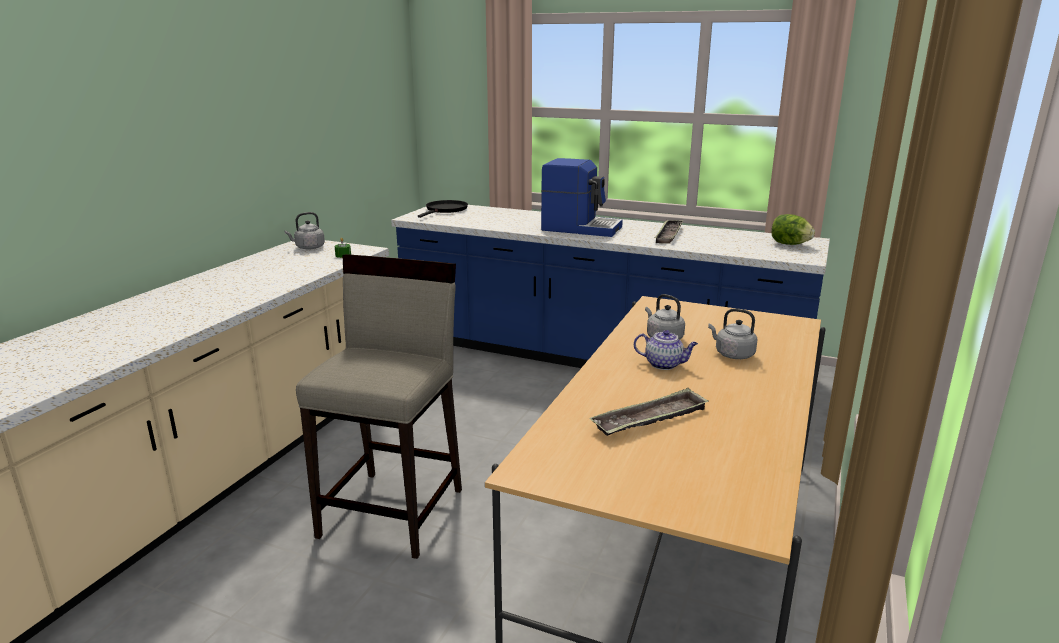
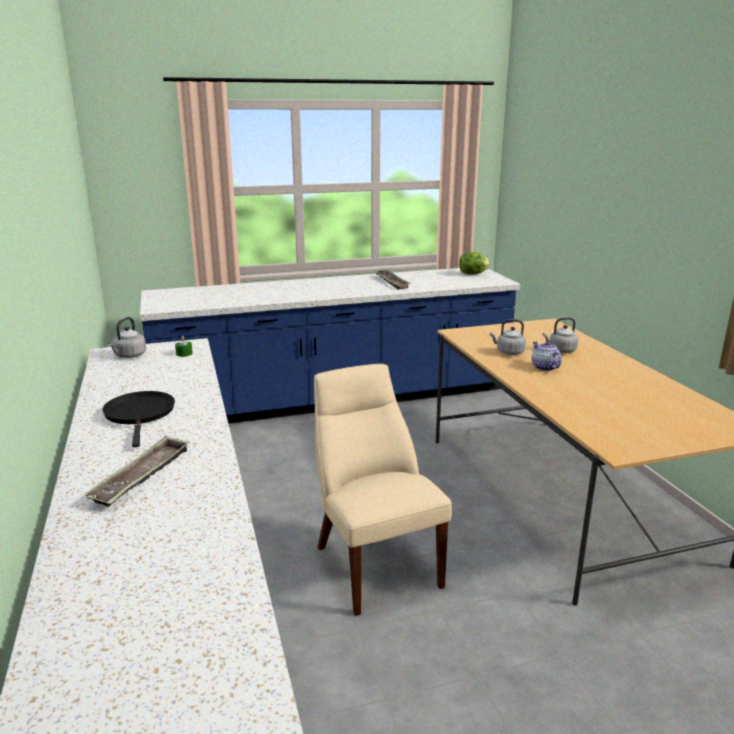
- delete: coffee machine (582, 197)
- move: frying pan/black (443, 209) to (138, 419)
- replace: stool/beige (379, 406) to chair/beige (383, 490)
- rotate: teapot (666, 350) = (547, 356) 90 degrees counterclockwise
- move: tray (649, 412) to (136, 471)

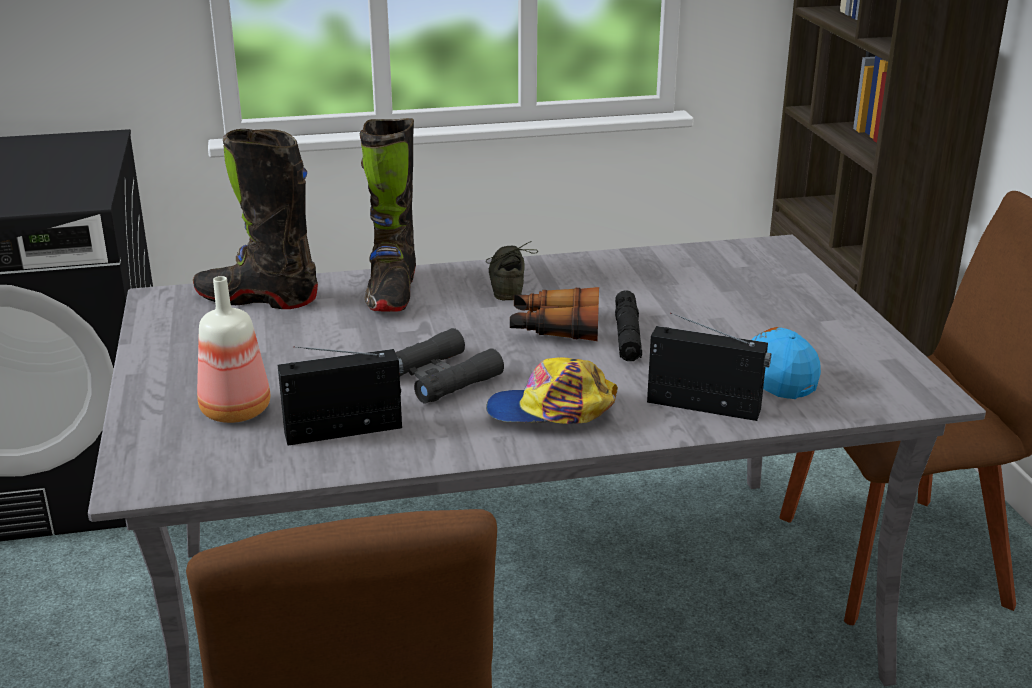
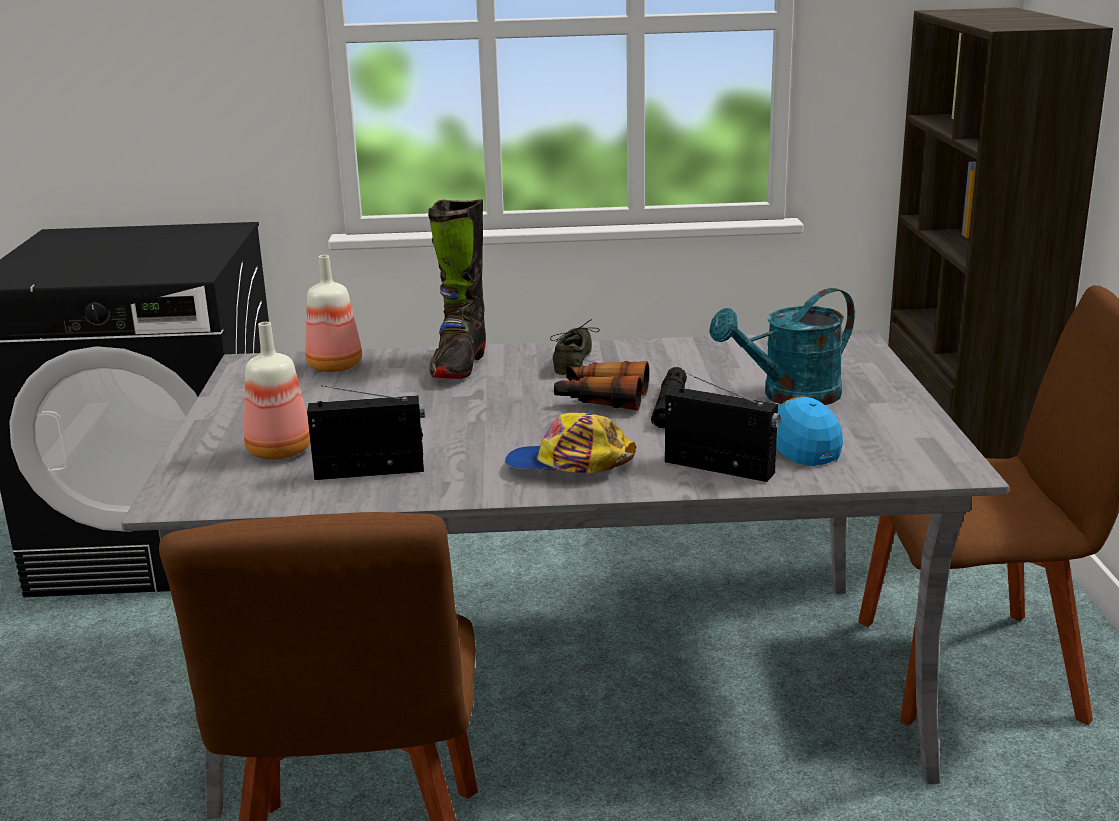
- replace: boot/black (255, 219) to bottle (333, 313)
- delete: binoculars/black (449, 366)
- insert: watering can/turquoise (782, 346)

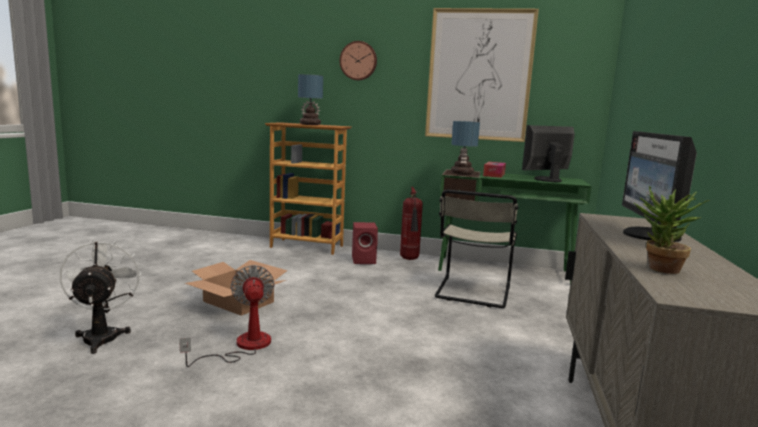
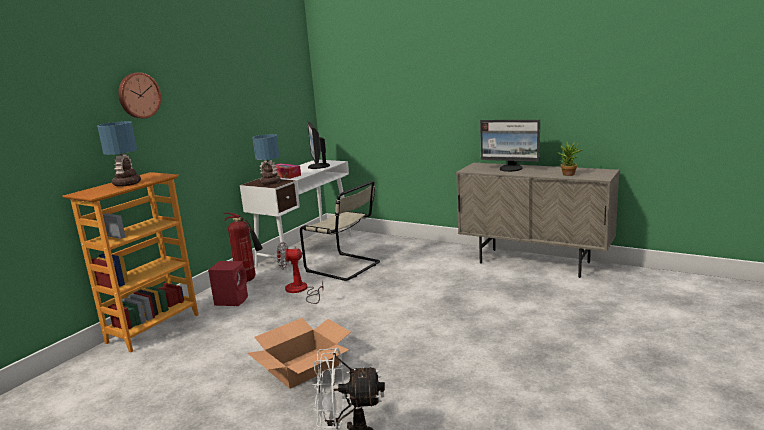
- delete: picture (482, 75)
- recolor: desk/green (514, 226) to desk/white (296, 216)
- move: fan (226, 316) to (300, 273)

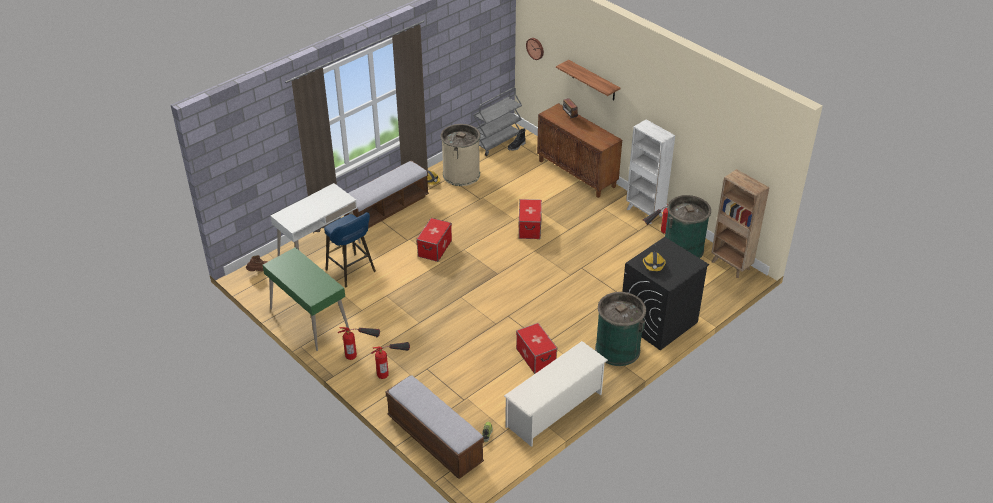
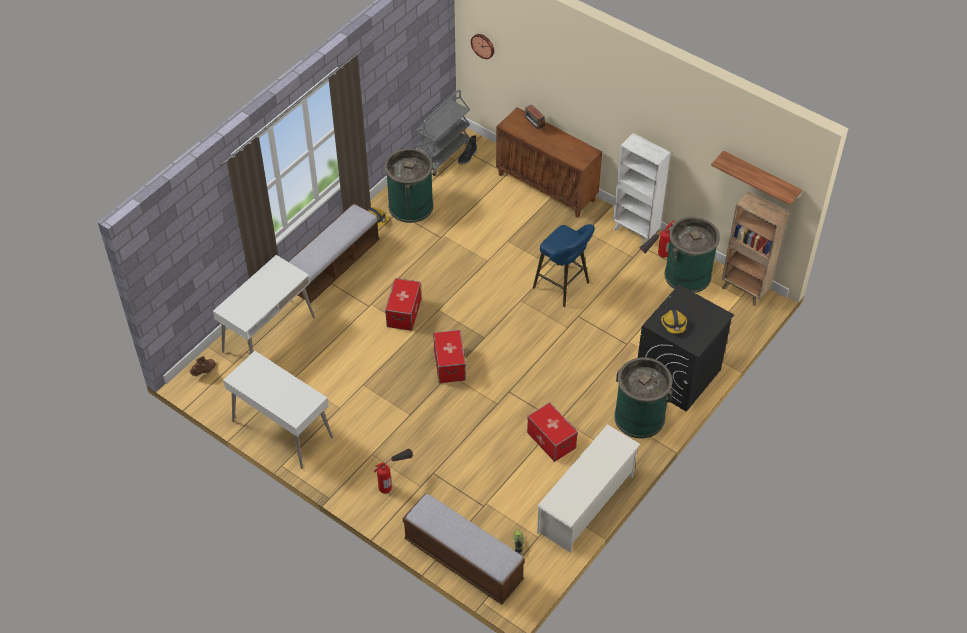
- move: shelf (588, 80) to (756, 178)
- recolor: trash can/beige (460, 155) to trash can/green (408, 185)
- move: storage box (530, 219) to (449, 356)
- move: stool/blue (350, 250) to (564, 265)
- recolor: desk/green (306, 299) to desk/white (278, 410)
- delete: fire extinguisher (359, 343)

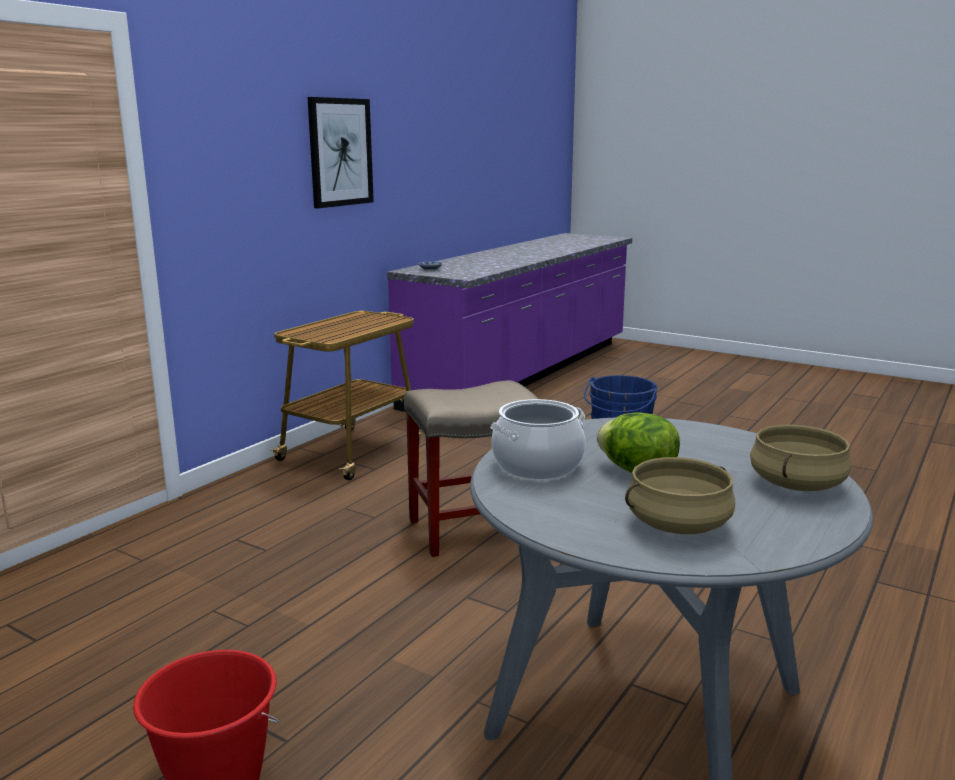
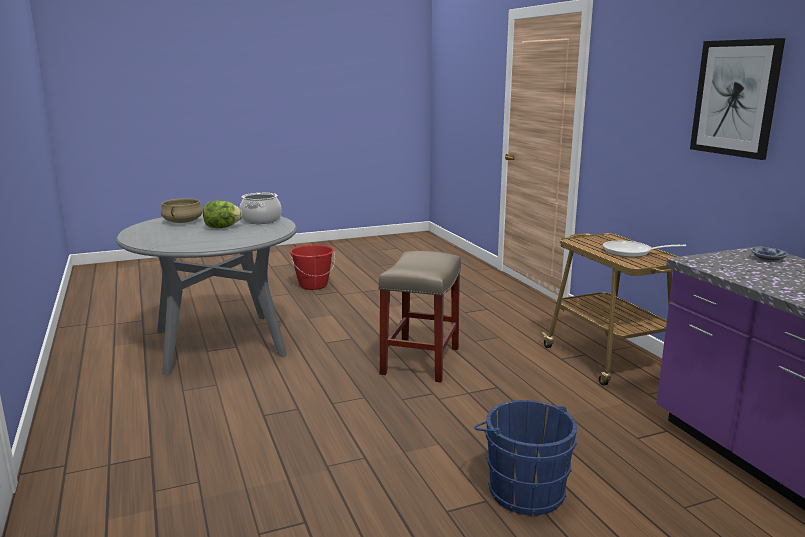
- delete: cooking pot/beige (801, 457)
- insert: frying pan (644, 249)

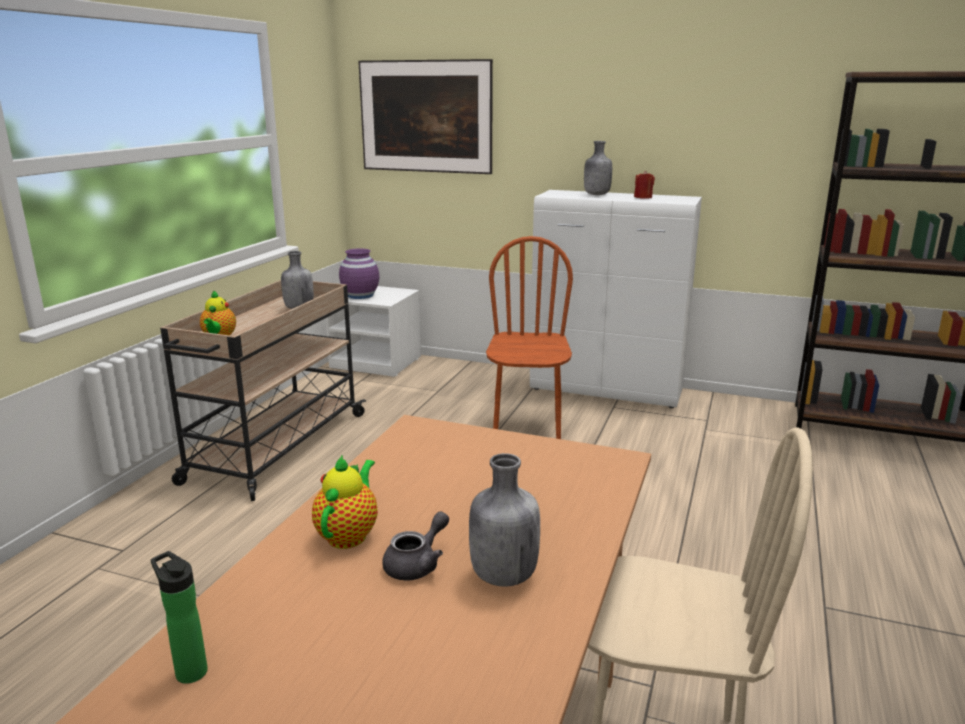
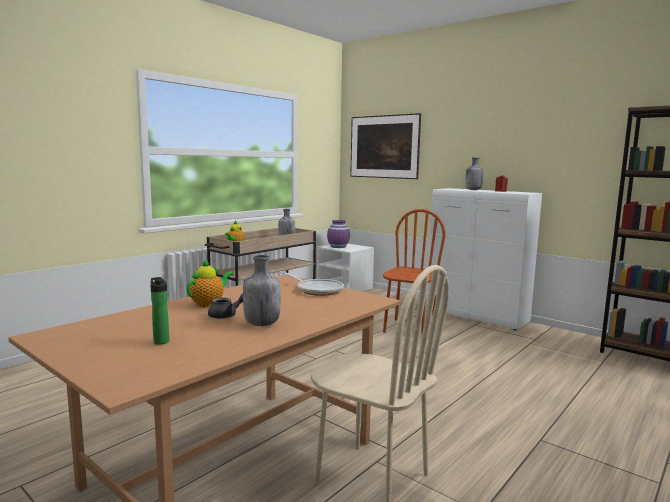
- move: bottle (179, 617) to (159, 311)
- insert: frying pan (312, 283)

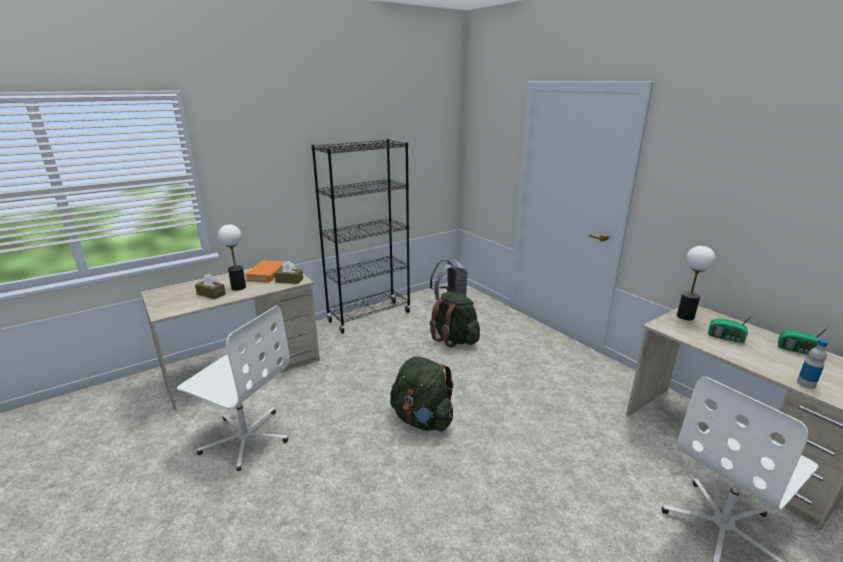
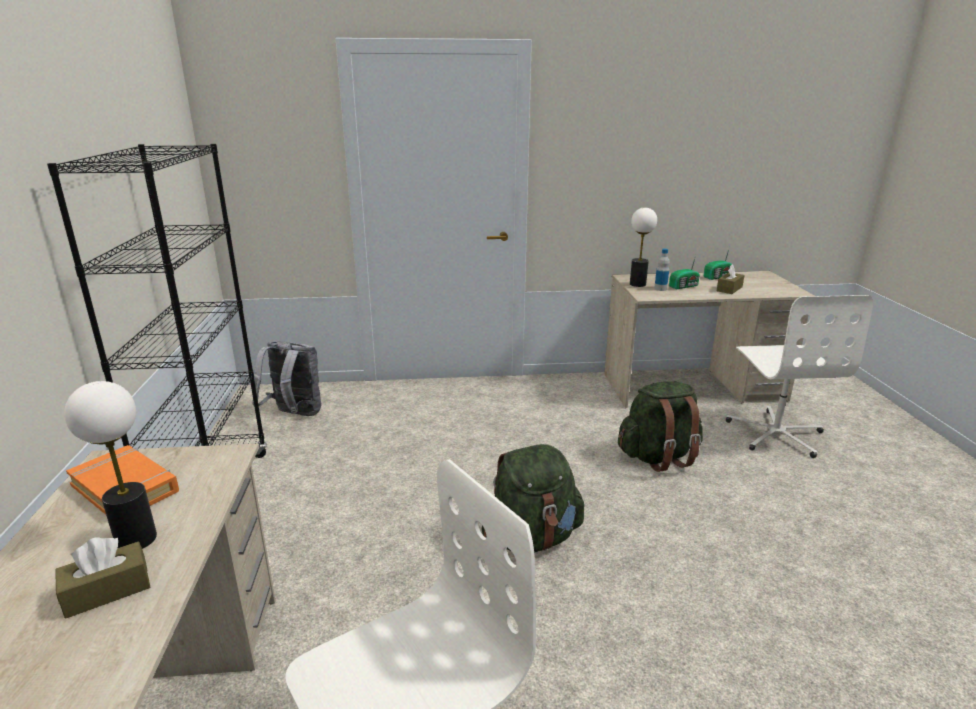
- move: tissue box/brown (288, 272) to (731, 279)
- move: backpack/green (454, 320) to (660, 426)
- move: bottle (812, 364) to (662, 270)

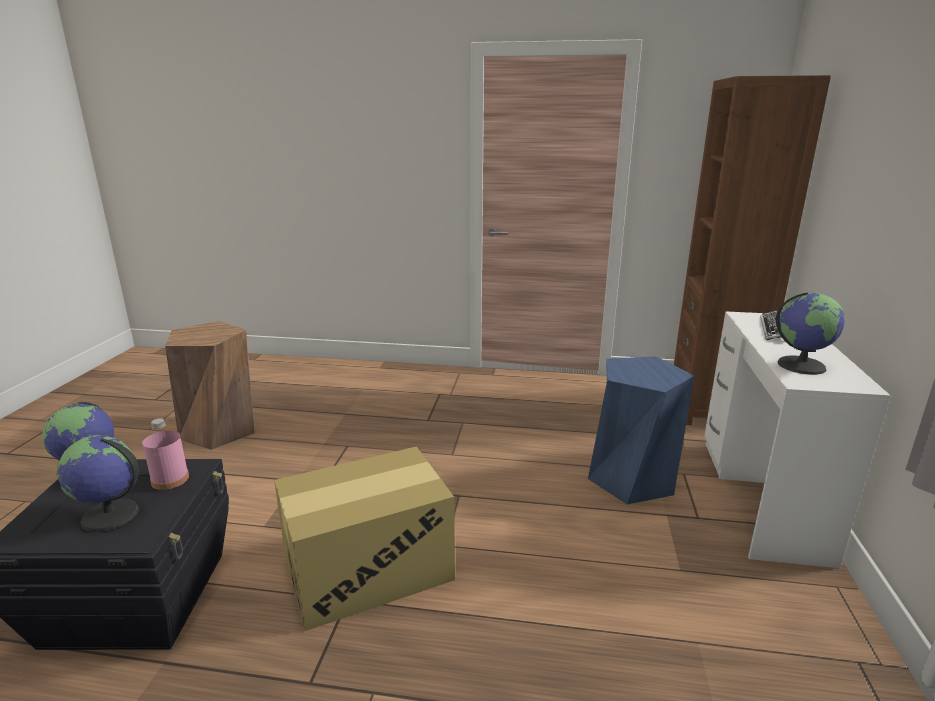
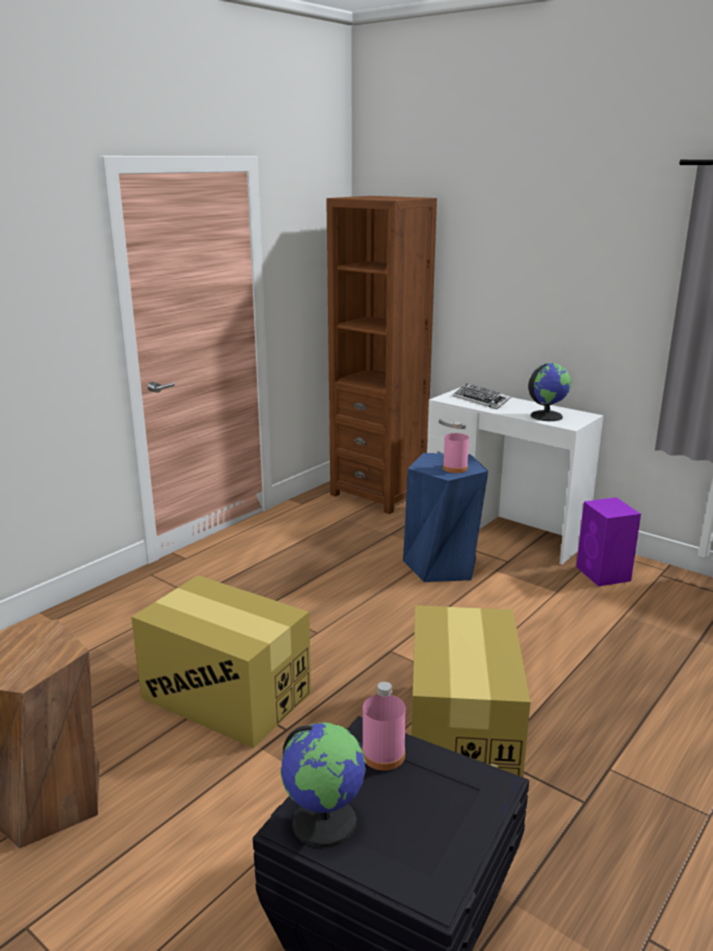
- delete: globe (98, 483)
- insert: bottle/pink (456, 447)
- insert: speaker/purple (608, 541)
- insert: cardboard box (221, 661)

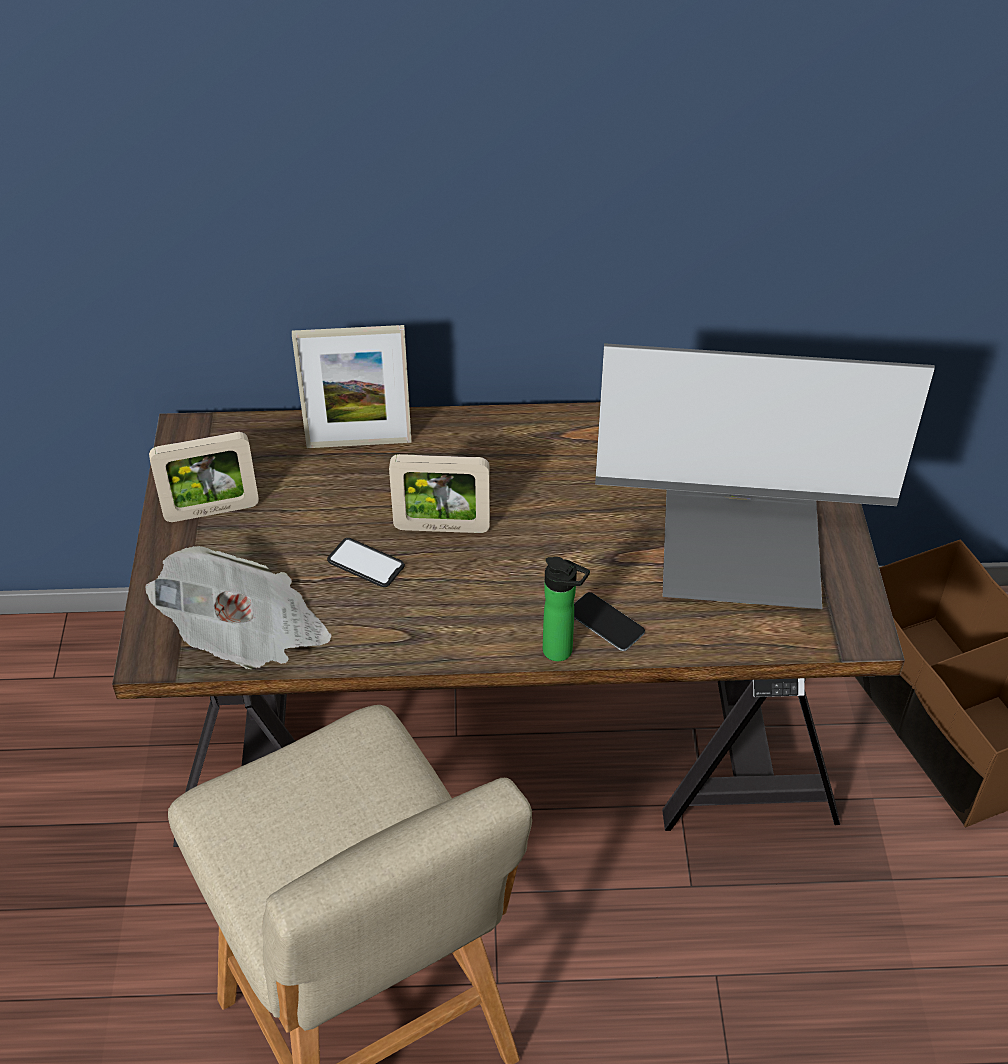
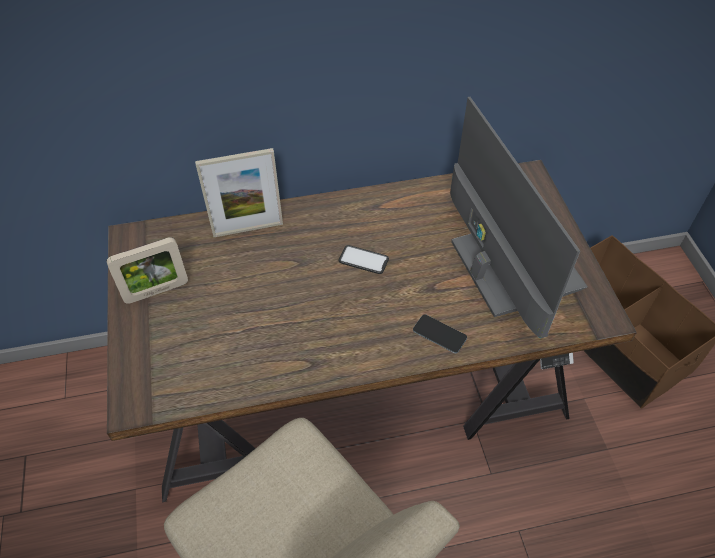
- rotate: monitor (765, 476) = (519, 217) 105 degrees counterclockwise
- delete: picture frame (439, 493)
- move: phone (366, 562) to (364, 259)
- delete: newspaper (238, 607)
- delete: bottle (566, 609)

